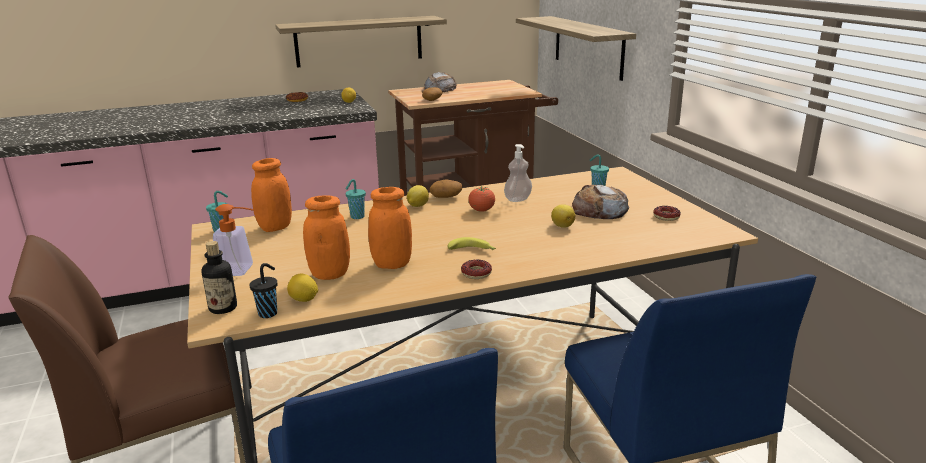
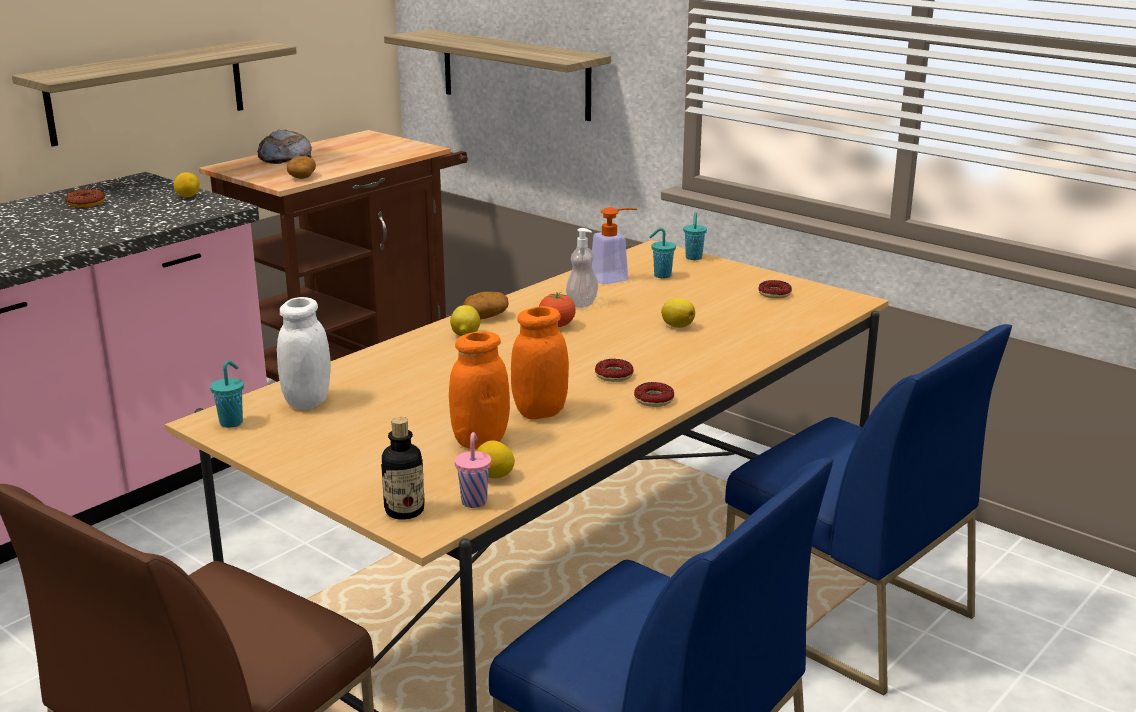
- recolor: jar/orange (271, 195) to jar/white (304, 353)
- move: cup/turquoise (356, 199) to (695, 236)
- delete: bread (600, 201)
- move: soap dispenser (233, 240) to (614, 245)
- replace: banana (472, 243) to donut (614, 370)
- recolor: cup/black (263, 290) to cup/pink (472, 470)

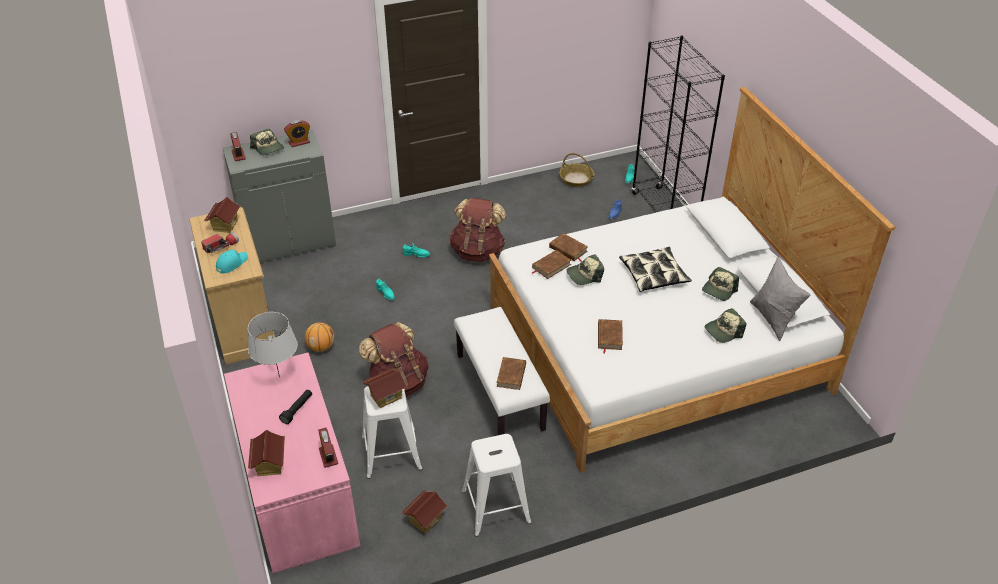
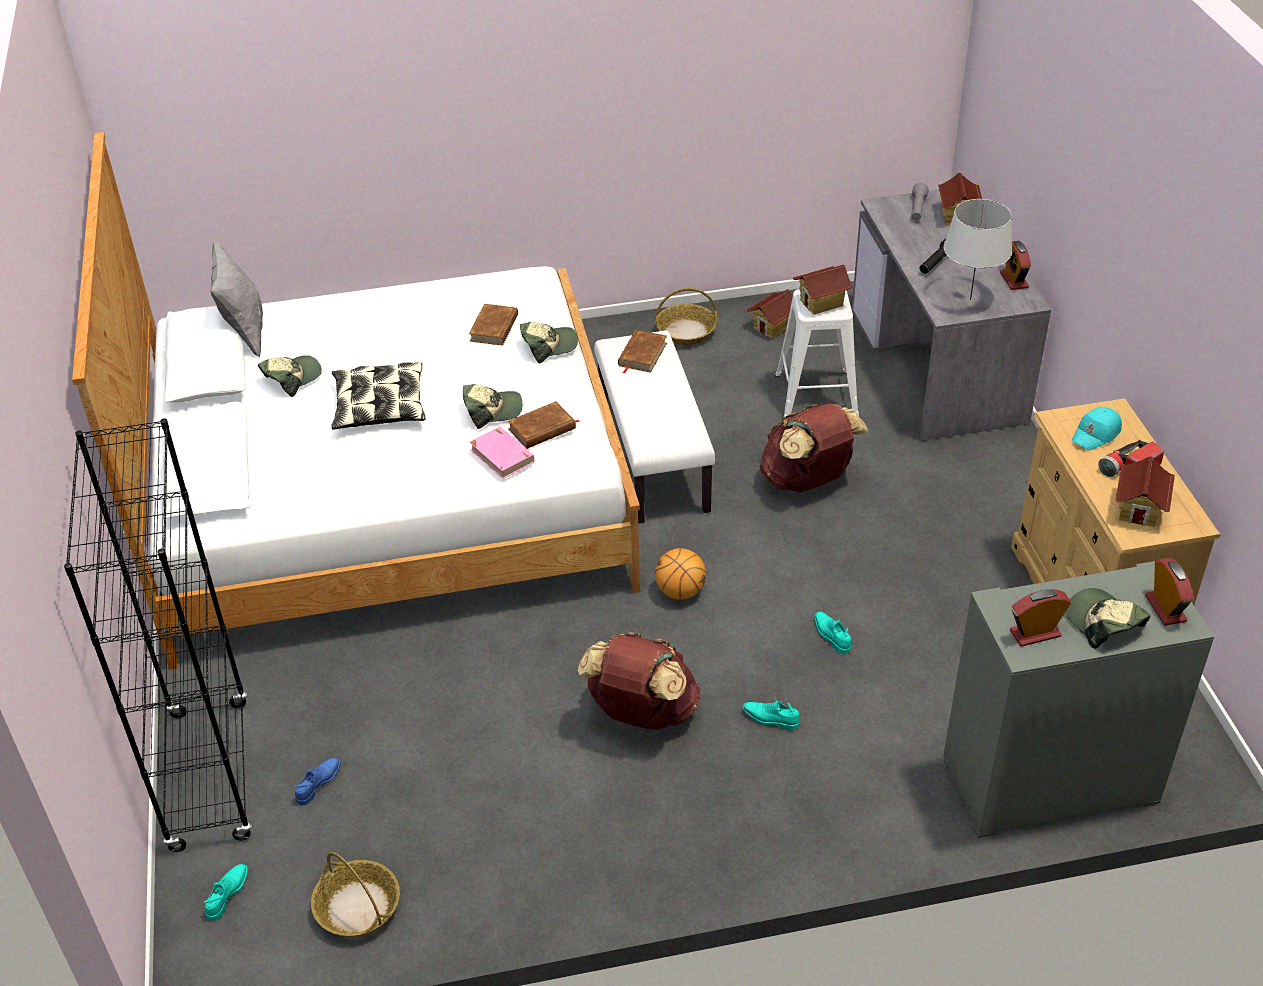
- recolor: book/brown (568, 247) to book/pink (502, 453)
- move: cap (725, 325) to (549, 342)
- move: basketball (320, 337) to (680, 574)
- recolor: desk/pink (292, 462) to desk/grey (951, 315)
- move: alarm clock (328, 448) to (1015, 265)
- replace: stool/white (496, 485) to basket (686, 316)
- insert: flashlight/grey (920, 201)

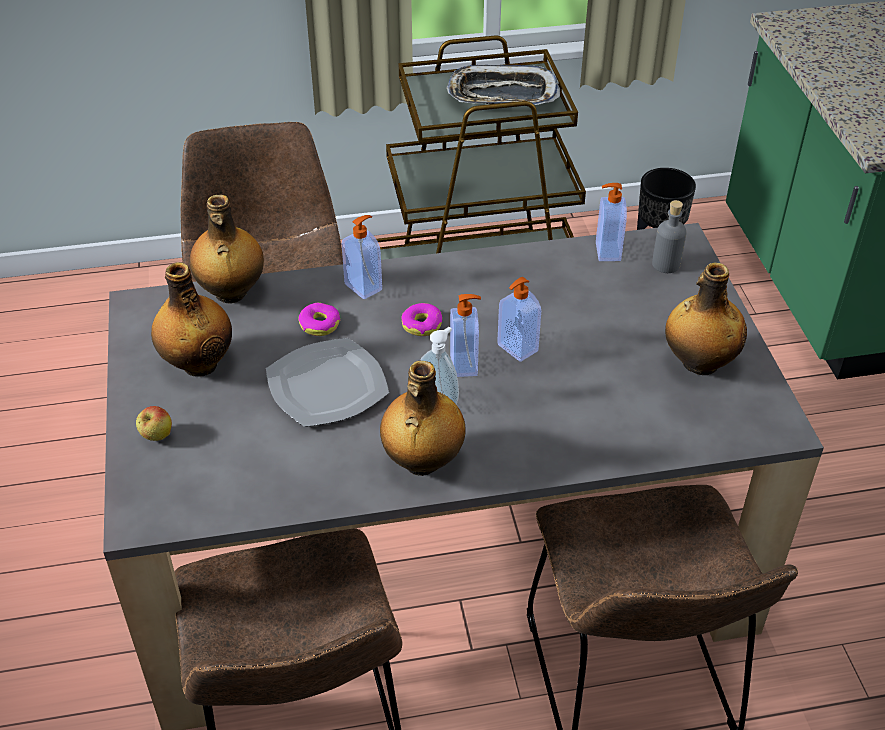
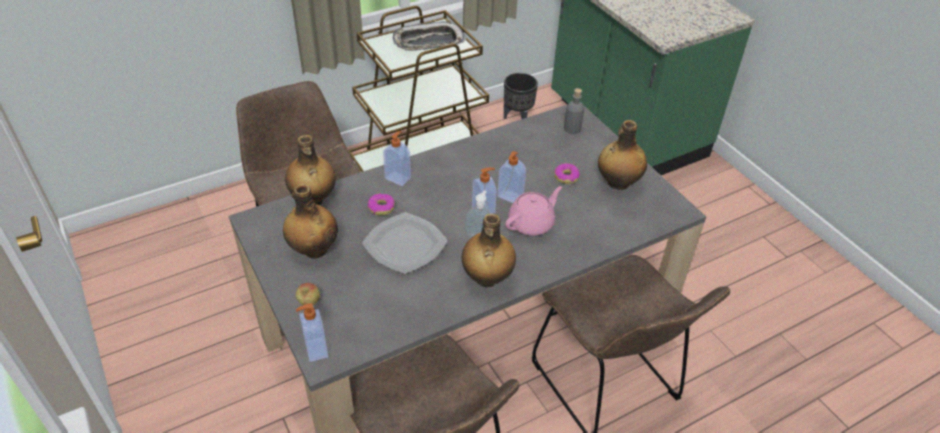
- move: soap dispenser (611, 222) to (312, 332)
- move: donut (422, 319) to (567, 173)
- insert: teapot/pink (533, 211)

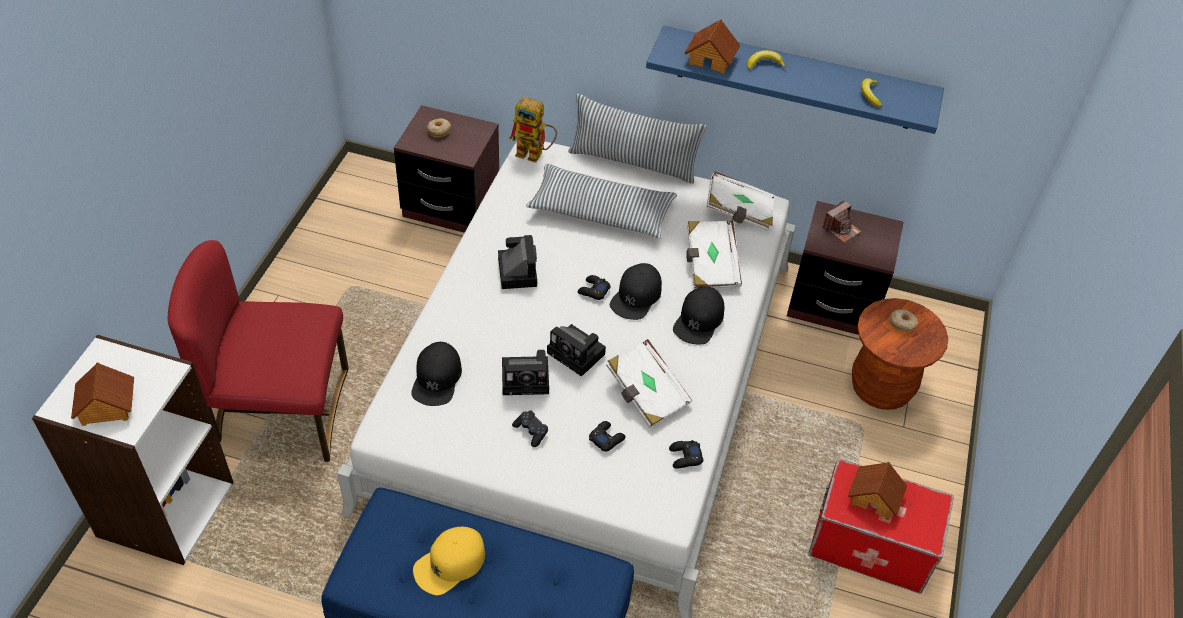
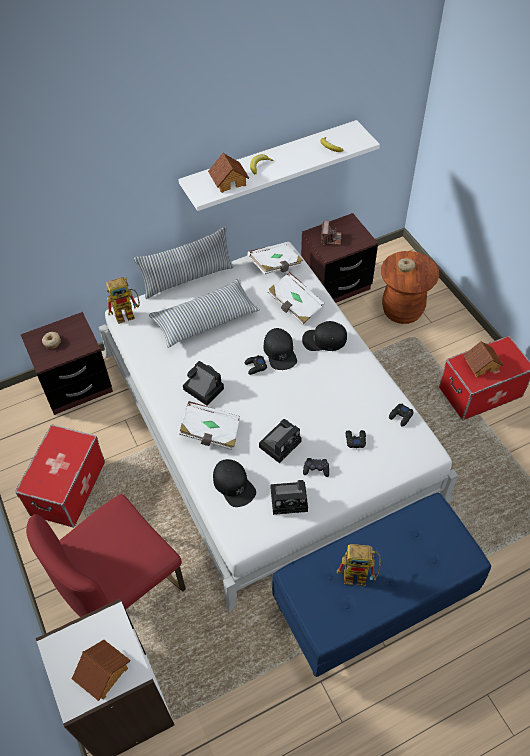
- recolor: shelf/blue (795, 80) to shelf/white (279, 165)
- rotate: cap/black (698, 315) = (324, 336) 105 degrees clockwise
- move: photo camera (576, 350) to (289, 497)
- move: book/white (649, 383) to (209, 425)
- replace: cap/yellow (449, 561) to toy robot (359, 565)
- insert: storage box (60, 476)

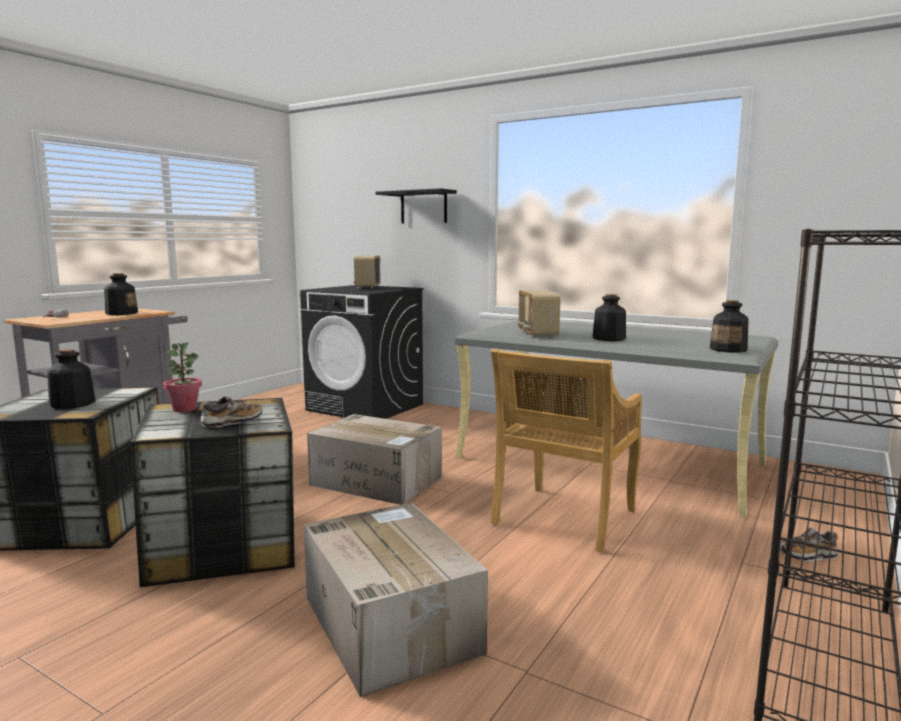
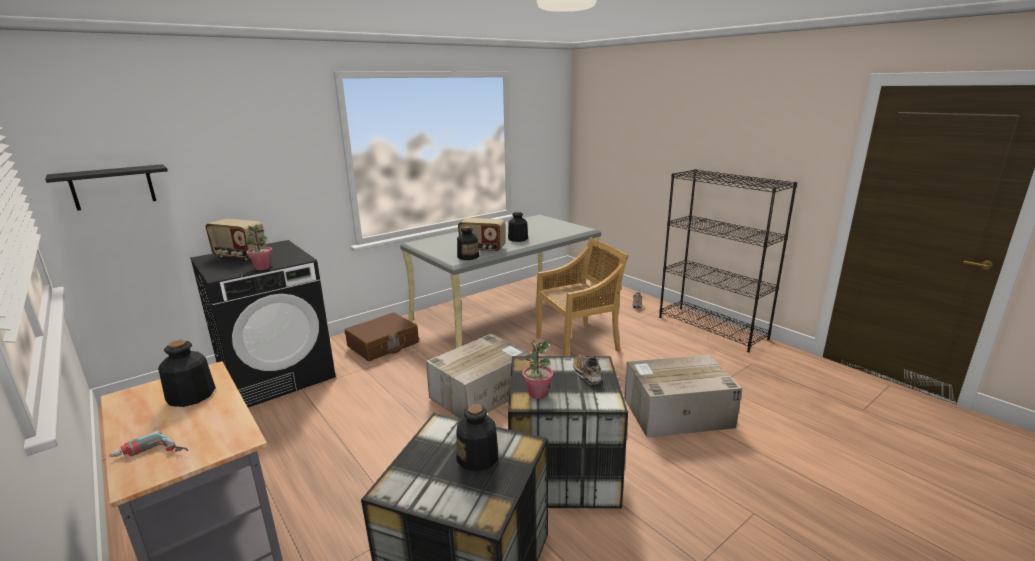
- move: shelf/black (416, 205) to (106, 187)
- move: bottle (729, 326) to (468, 243)
- rotate: chair/beige (566, 451) = (582, 296) 75 degrees counterclockwise
- insert: potted plant (259, 247)
- insert: suitcase/brown (382, 337)

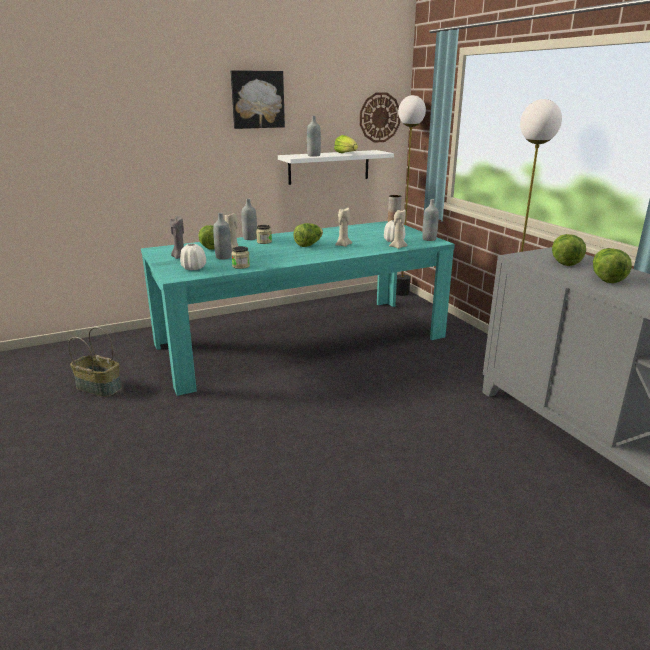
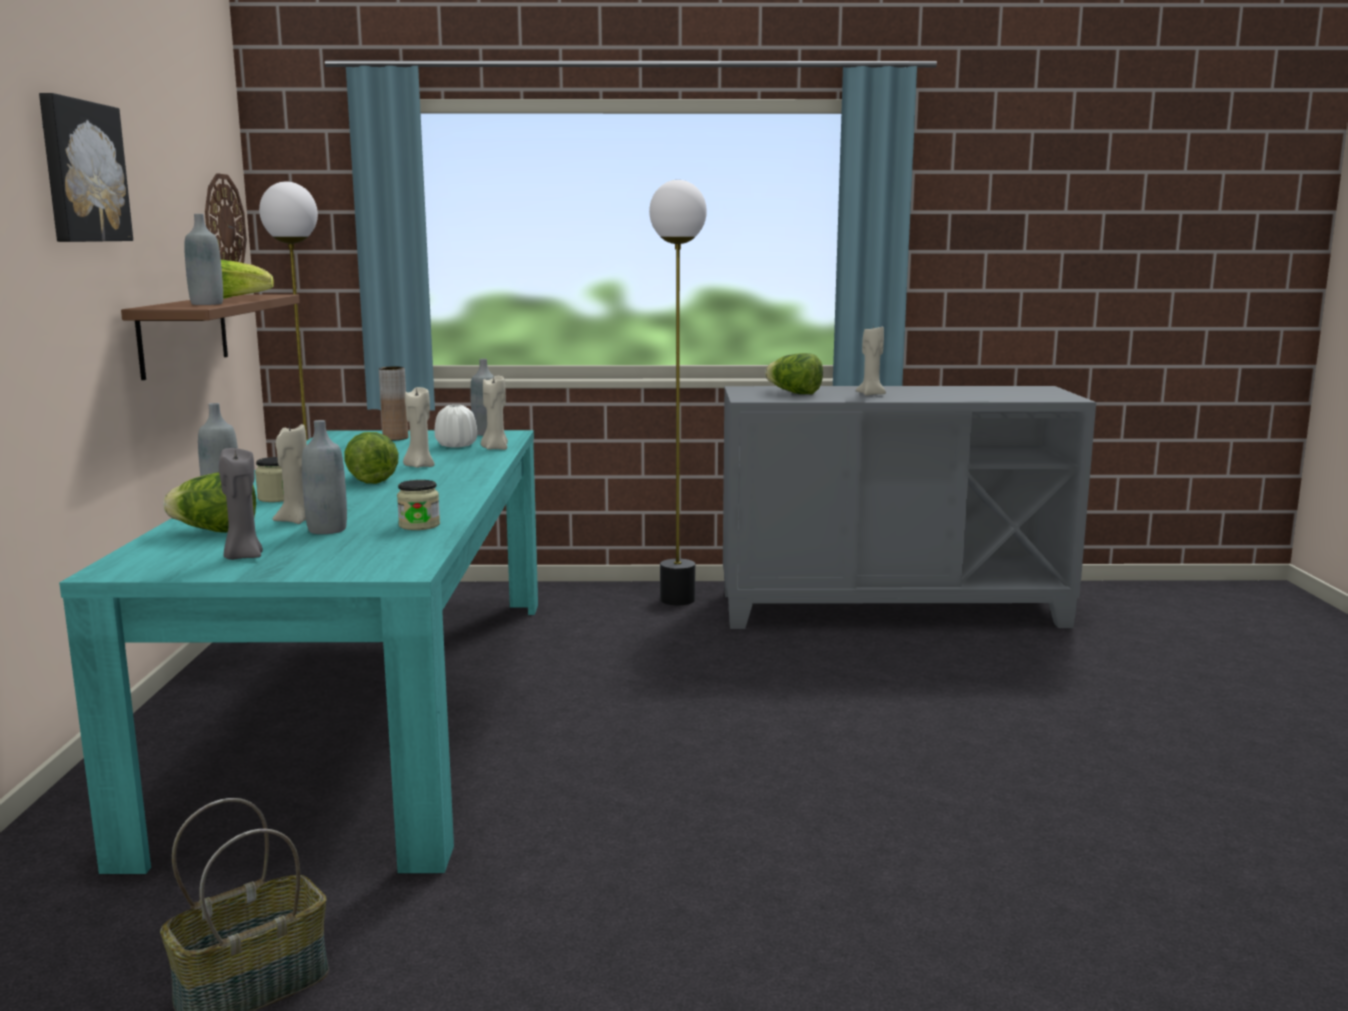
- recolor: shelf/white (336, 167) to shelf/brown (210, 337)
- delete: vase/white (193, 257)
- replace: lettuce (612, 265) to candle/beige (871, 360)

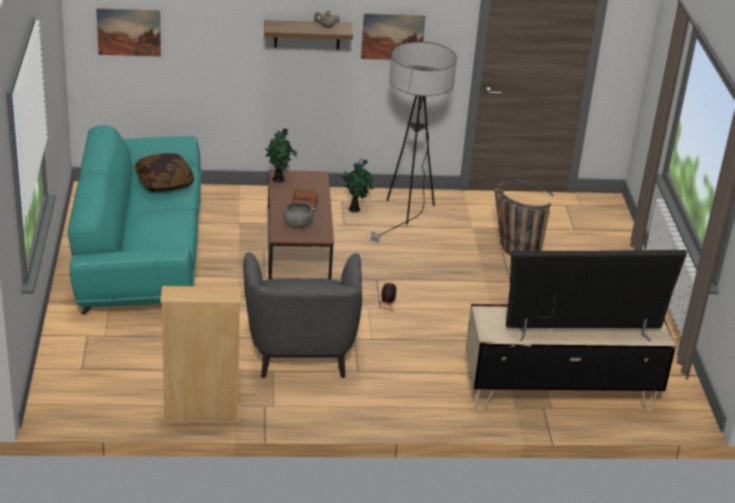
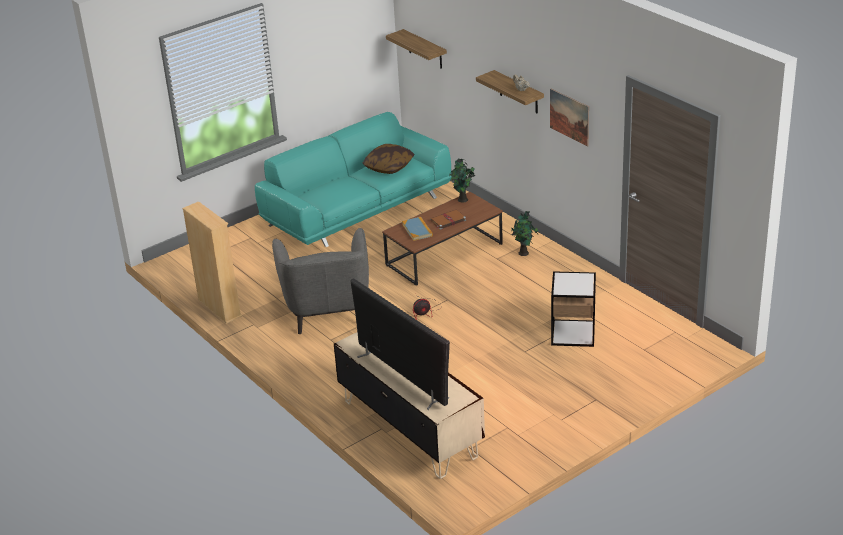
- replace: picture (128, 32) to shelf (416, 49)
- delete: floor lamp (413, 142)
- replace: basket (523, 217) to side table (573, 309)
- replace: bowl/grey (299, 215) to book (417, 229)
- rotate: armchair/grey (302, 315) = (320, 281) 60 degrees counterclockwise

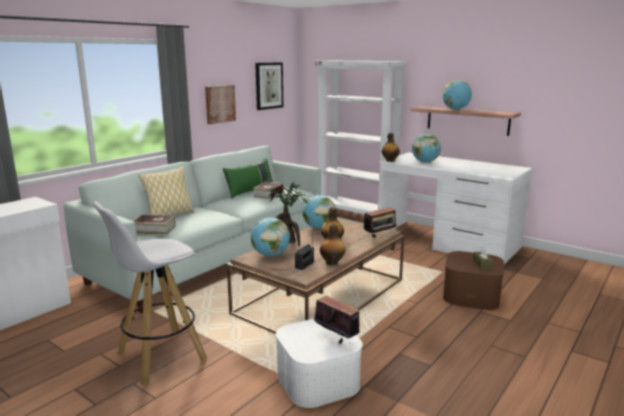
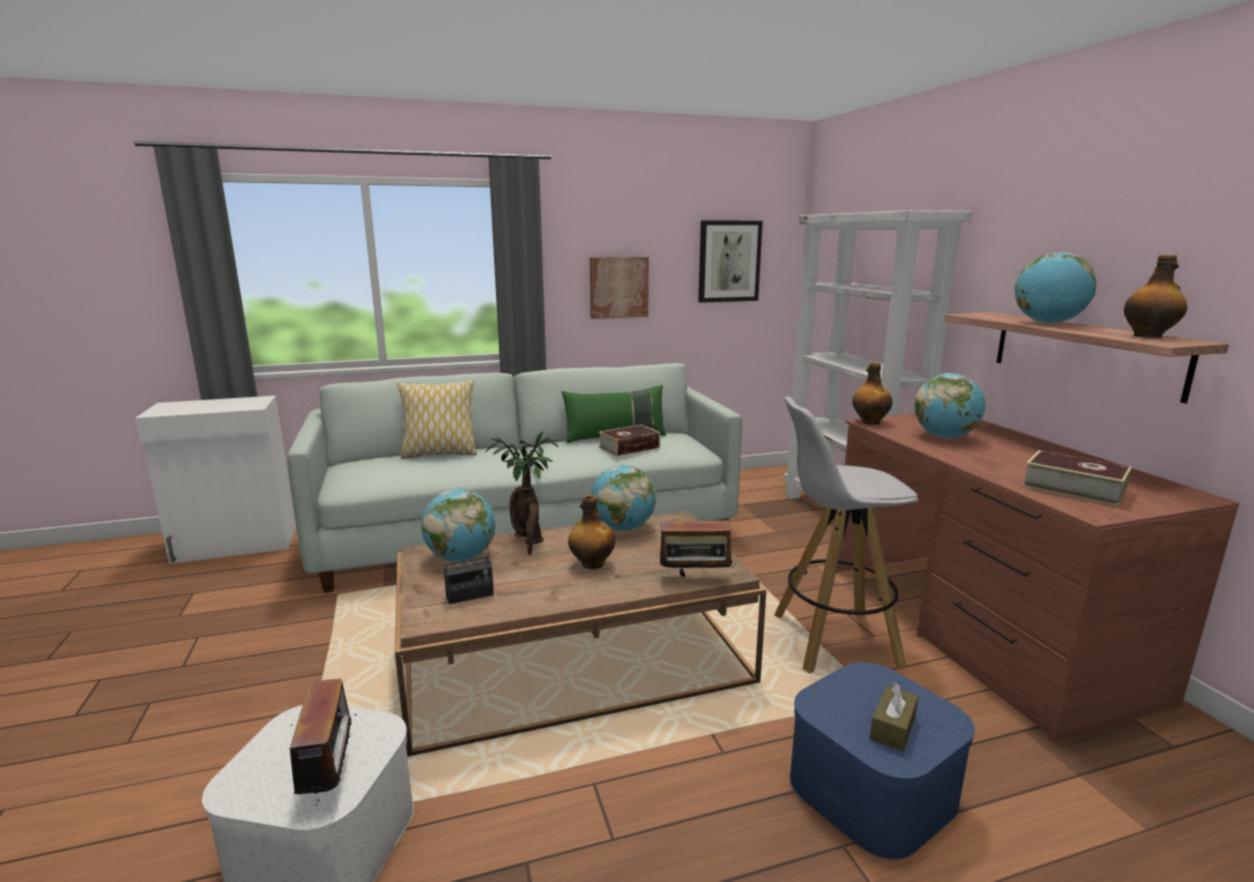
- recolor: desk/white (455, 208) to desk/brown (1038, 578)
- move: stool/white (150, 293) to (846, 534)
- move: book (154, 225) to (1077, 478)
- move: bottle (333, 244) to (1155, 296)
- recolor: storage box/brown (473, 280) to storage box/blue (882, 760)

